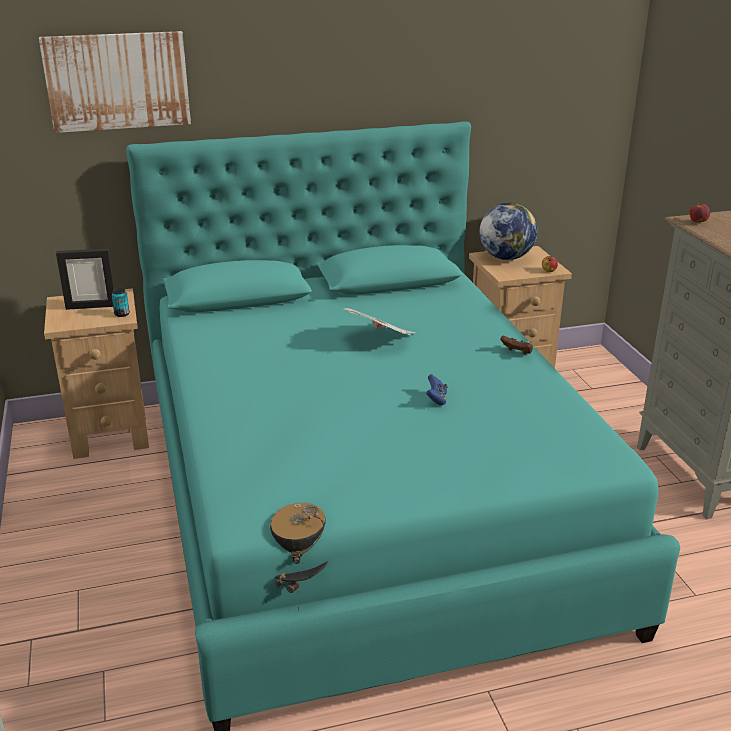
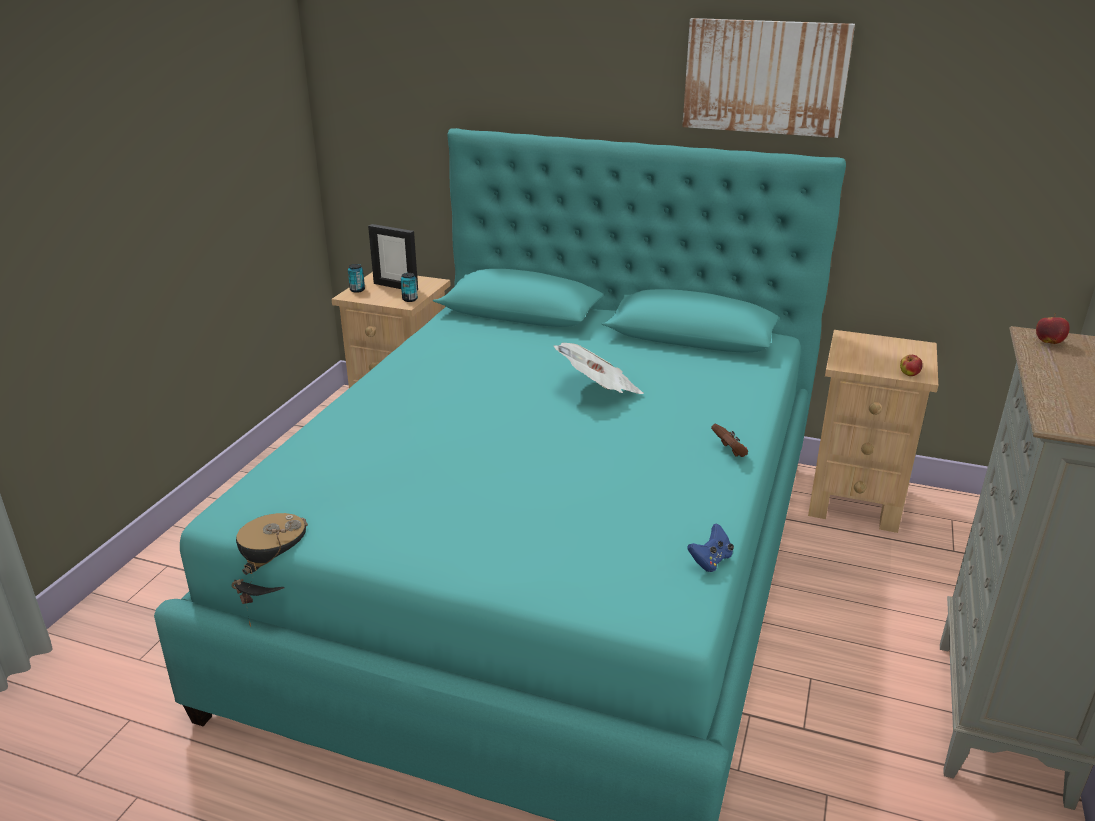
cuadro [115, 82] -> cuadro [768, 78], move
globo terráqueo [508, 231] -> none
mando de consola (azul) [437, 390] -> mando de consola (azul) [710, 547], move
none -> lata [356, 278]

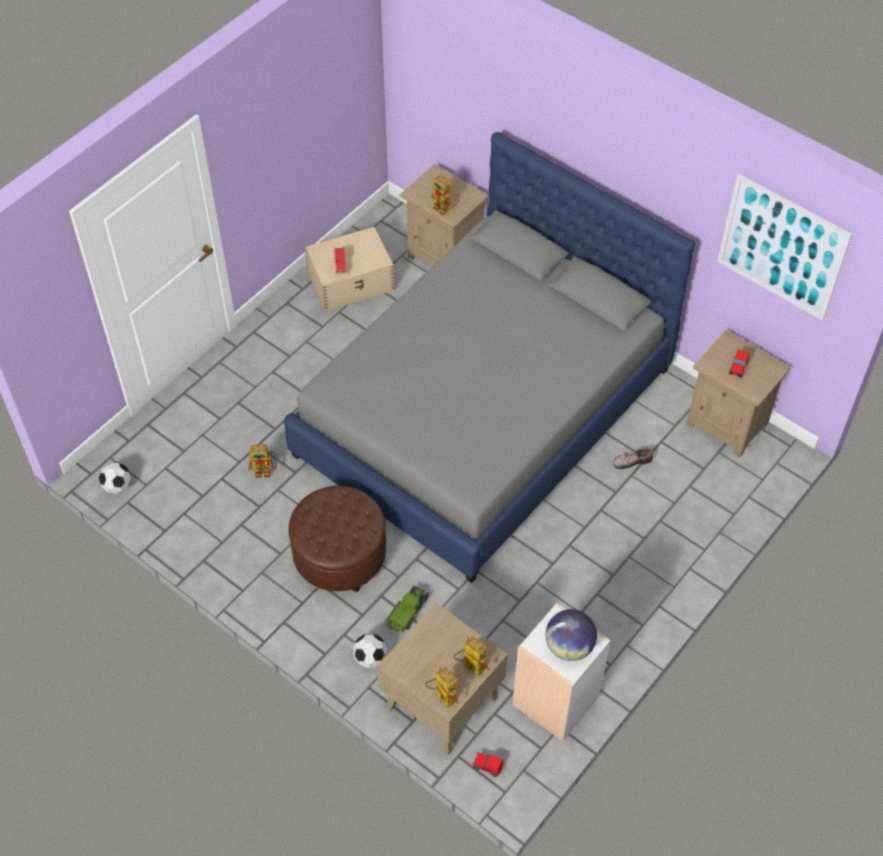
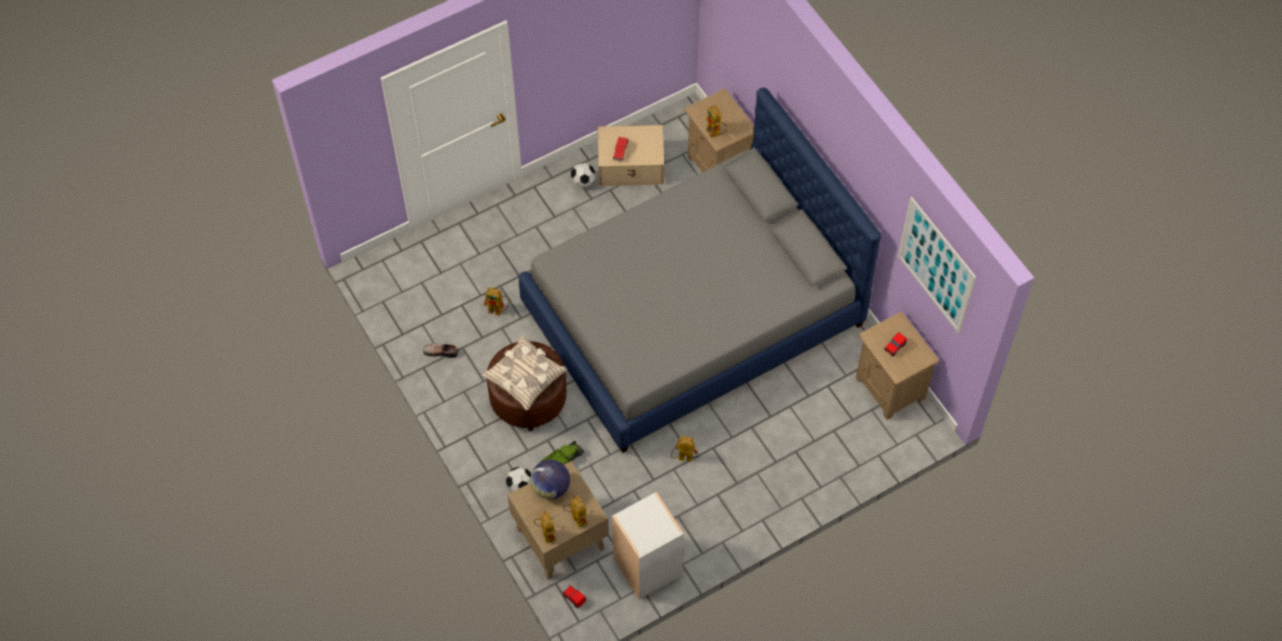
zapato [633, 458] -> zapato [440, 351], move
balón de fútbol [115, 478] -> balón de fútbol [583, 175], move
globo terráqueo [571, 635] -> globo terráqueo [550, 479], move
none -> cojín (beis) [524, 373]
none -> robot de juguete [684, 449]

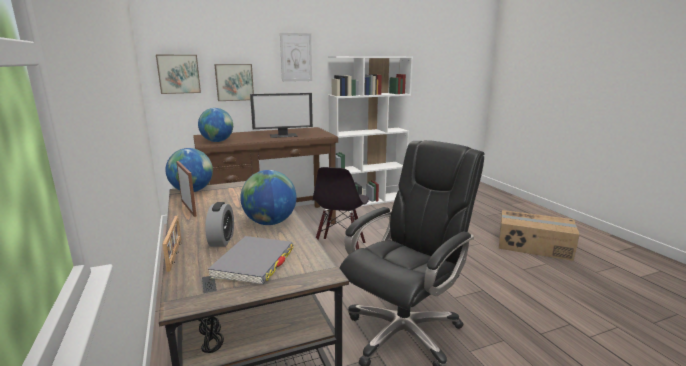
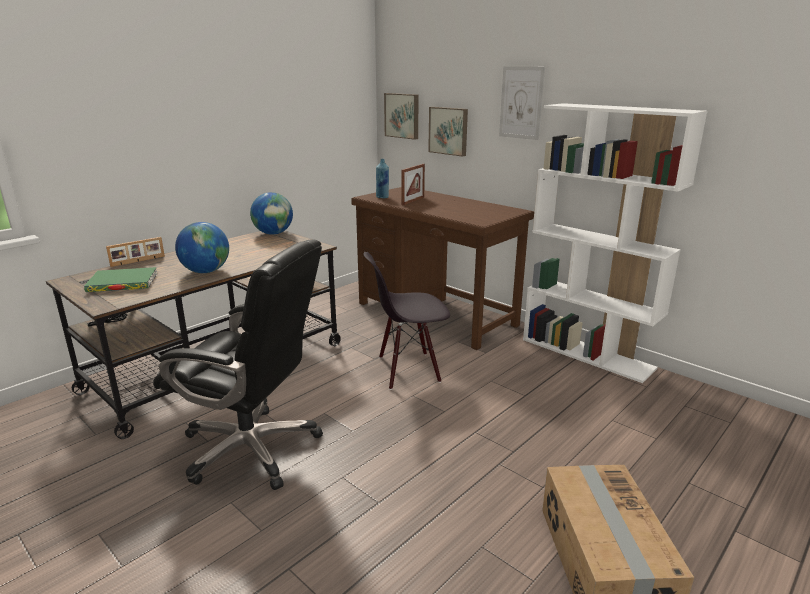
monitor [281, 115] -> none
globo terráqueo [215, 125] -> botella (azul) [382, 178]
portarretratos [186, 189] -> portarretratos [413, 184], move
despertador [219, 224] -> none
libro (gris) [251, 260] -> libro (verde) [120, 279]

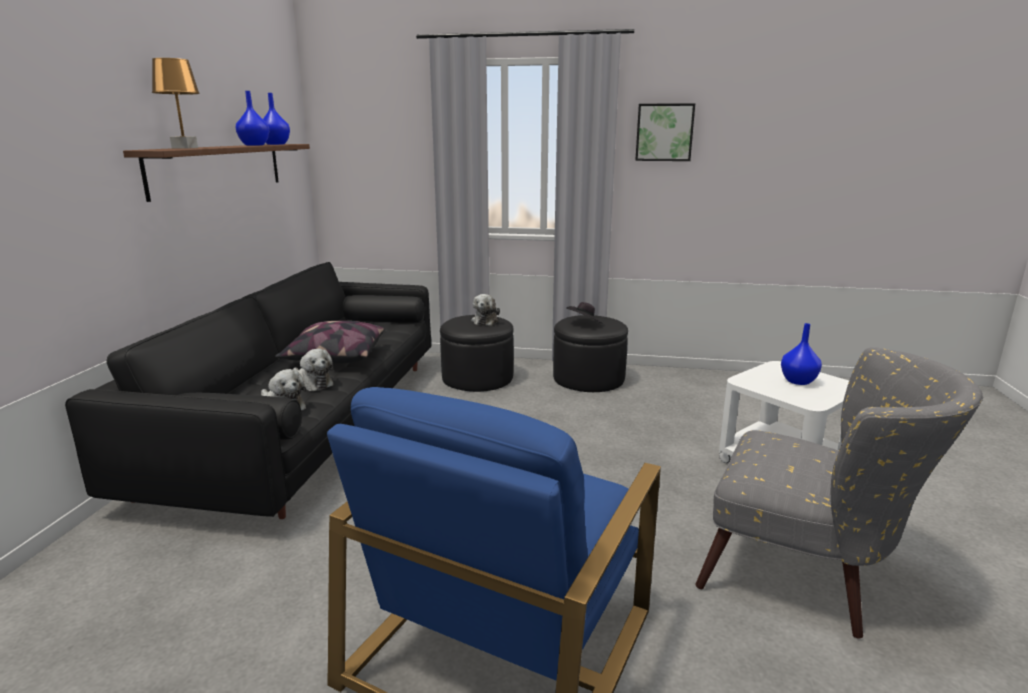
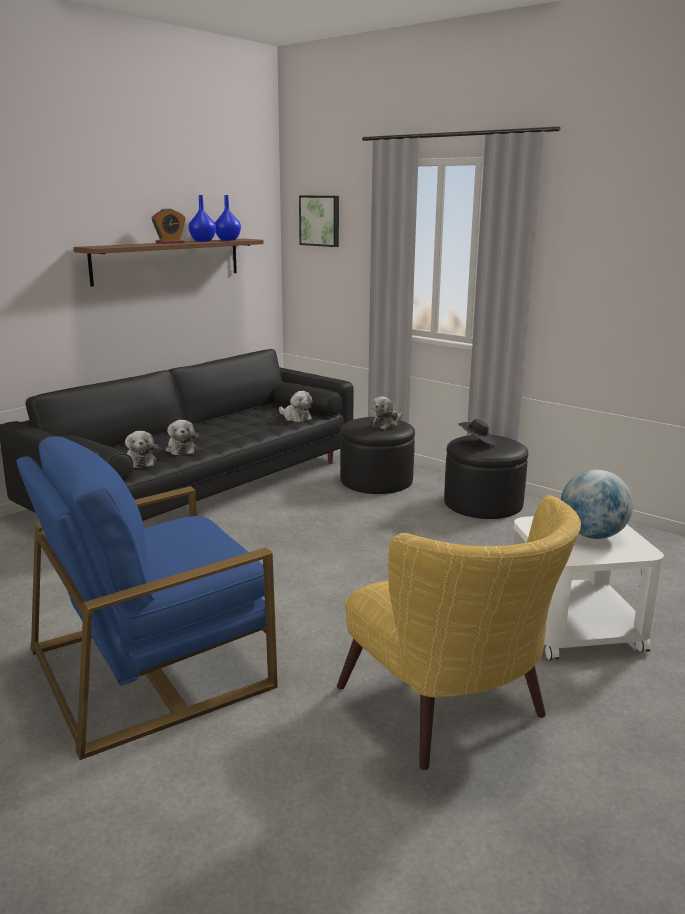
lámpara de mesa (marrón) [176, 103] -> none
cuadro [665, 132] -> cuadro [319, 221], move
cojín [330, 342] -> none
florero (azul) [801, 354] -> globo terráqueo [597, 504]
sillón (gris) [839, 492] -> sillón (amarillo) [459, 632]
none -> despertador [169, 226]
none -> peluche [295, 406]

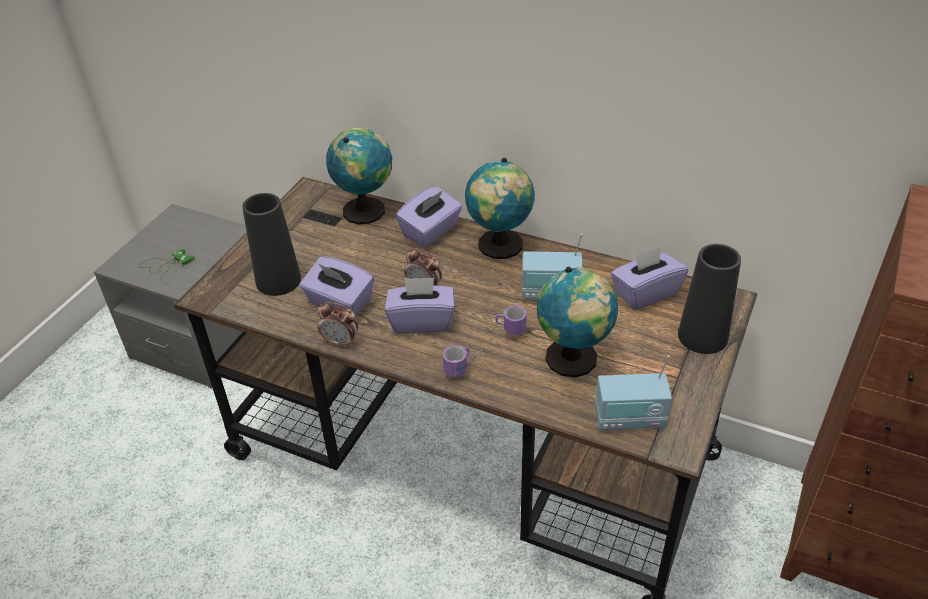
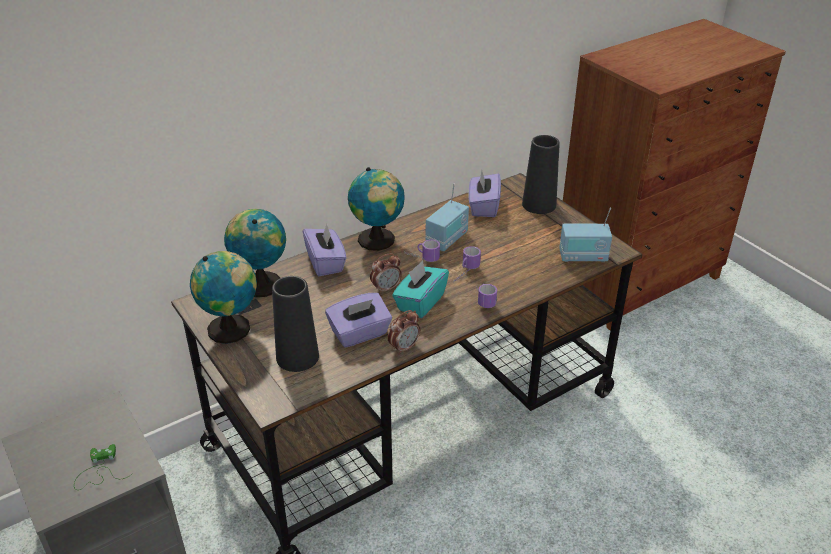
globo terráqueo [577, 322] -> globo terráqueo [223, 297], move
caja de pañuelos (morado) [420, 305] -> caja de pañuelos (turquesa) [420, 289]
radio [633, 392] -> radio [585, 234], 60 degrees clockwise
none -> taza grande [422, 250]

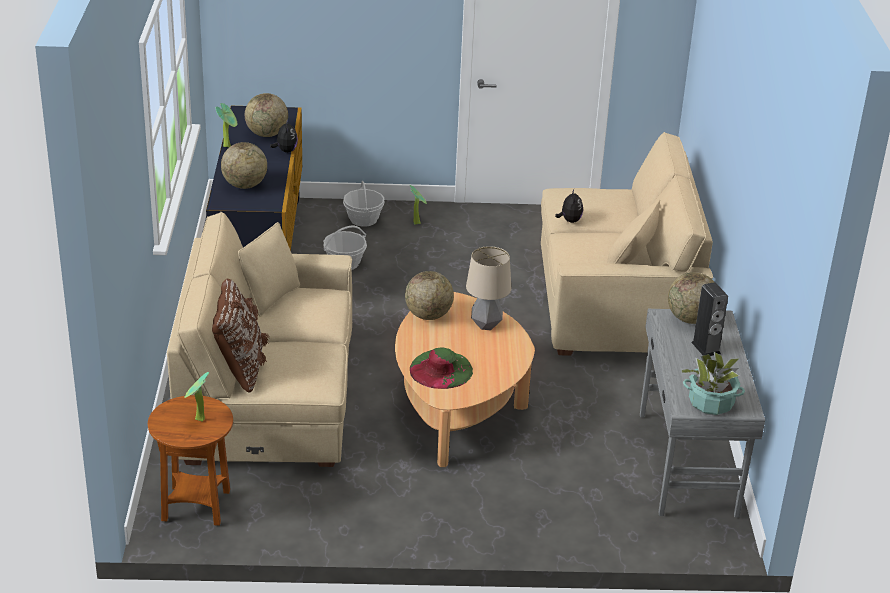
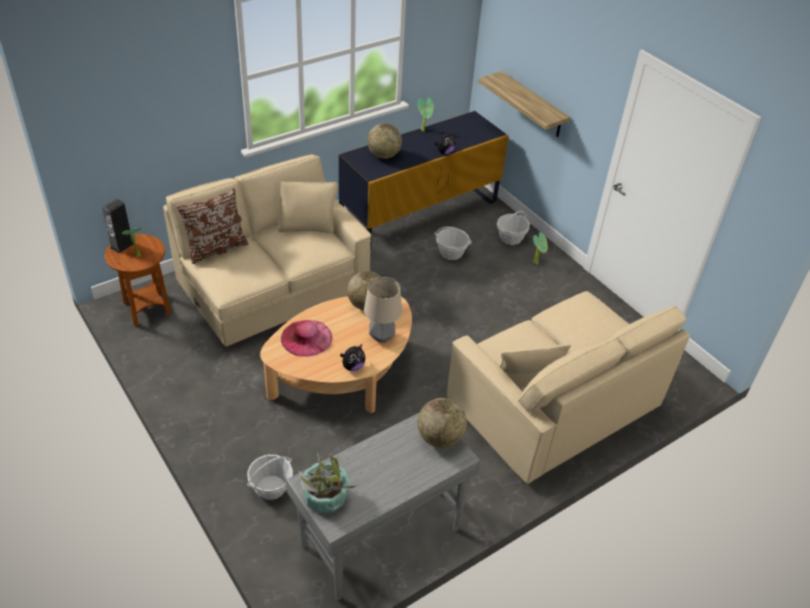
globo terráqueo [266, 115] -> none
peluche [569, 206] -> peluche [352, 357], move
altavoz [709, 319] -> altavoz [117, 226], move
sombrero (verde) [441, 368] -> sombrero (rosa) [306, 338]
none -> estante [524, 104]
none -> cesta [270, 477]

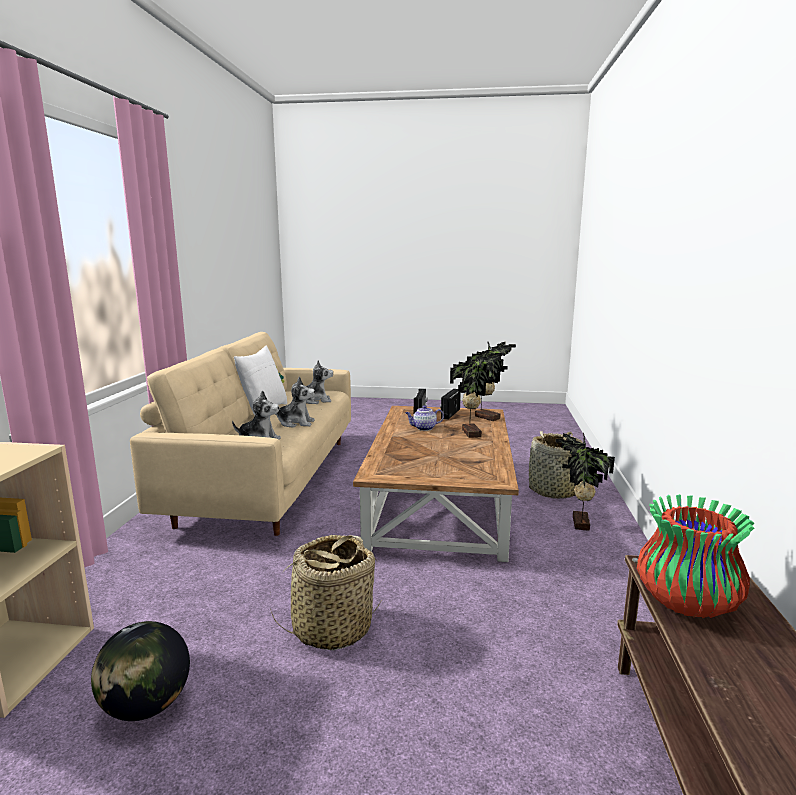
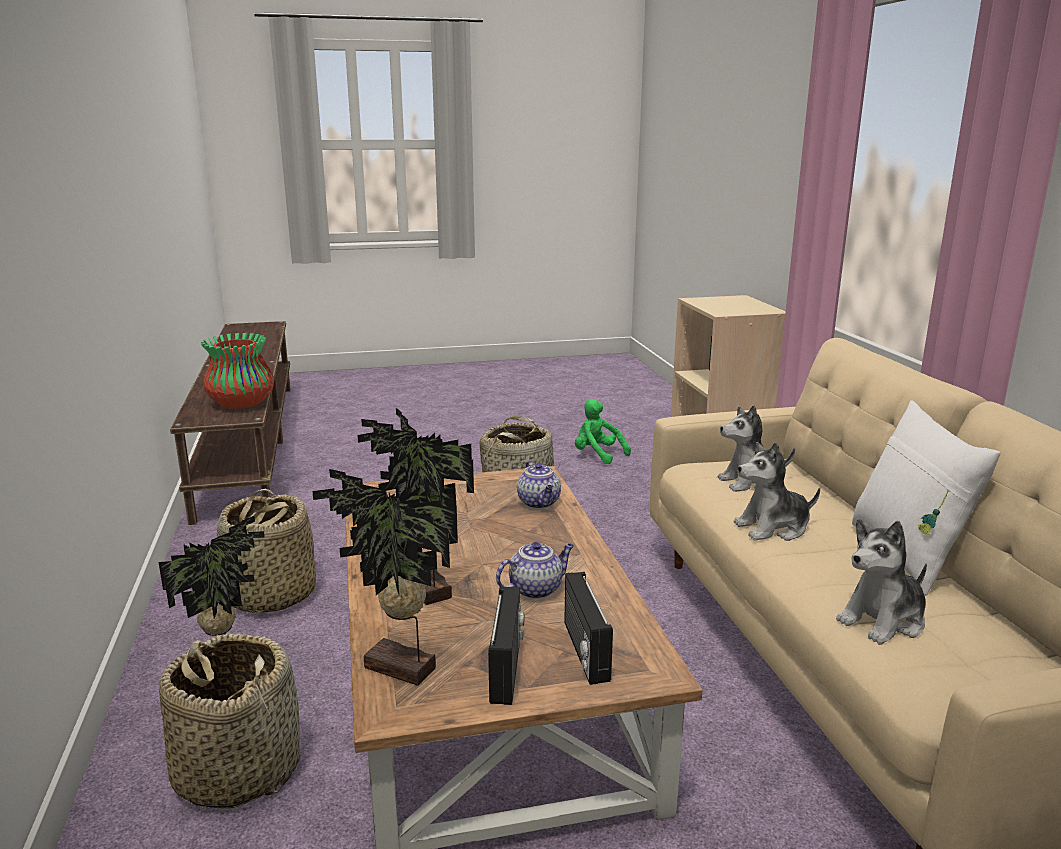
globo terráqueo [140, 671] -> peluche (verde) [603, 431]
none -> tetera [539, 485]
none -> cesta [266, 551]

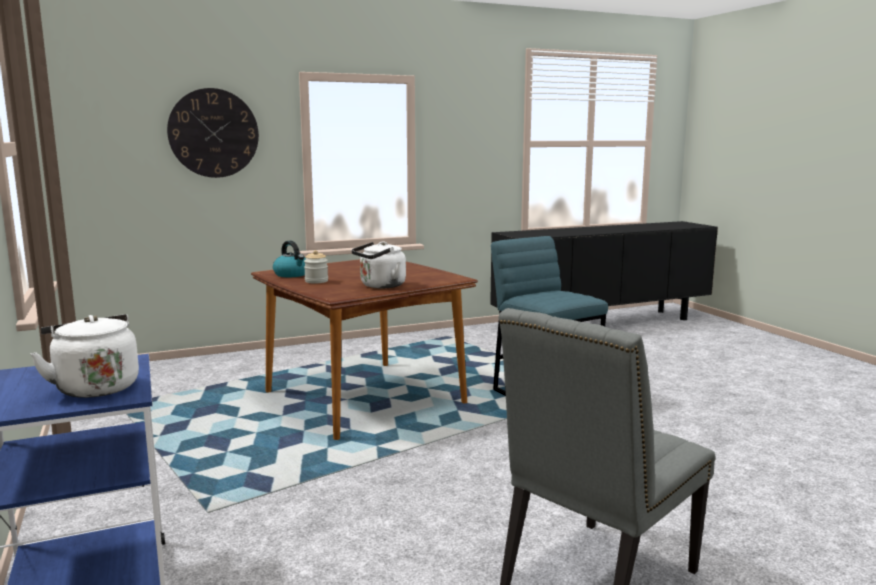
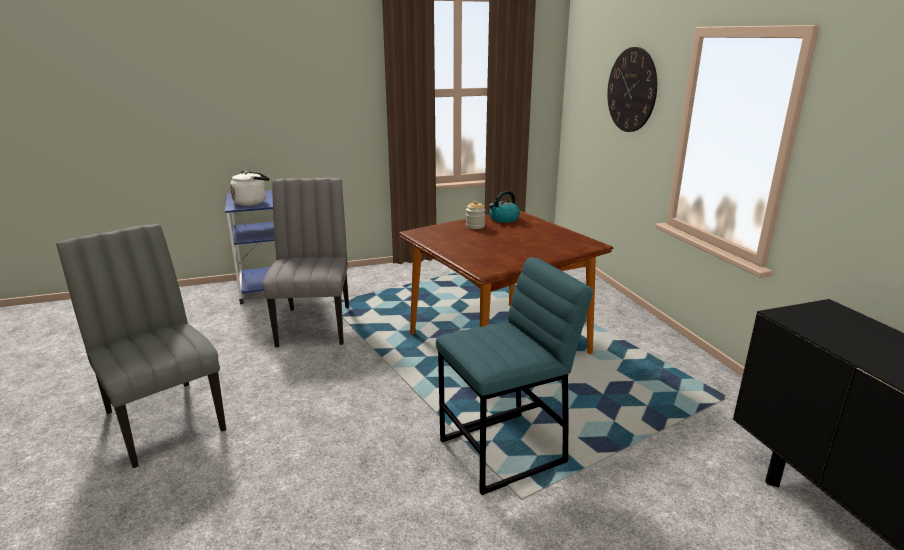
hervidor (blanco) [378, 265] -> none
none -> silla (gris) [306, 262]

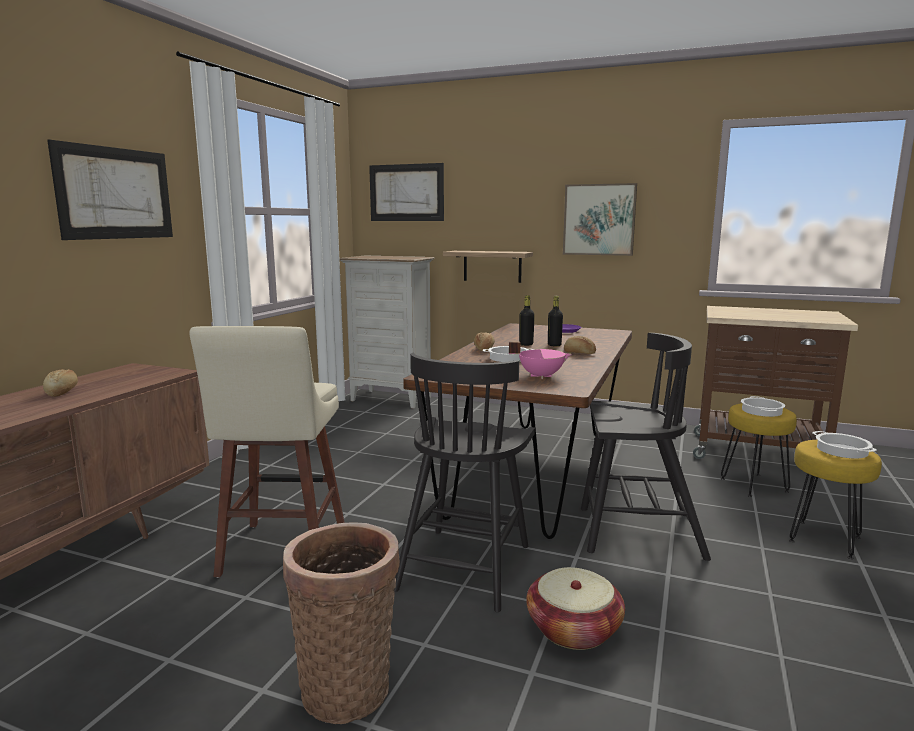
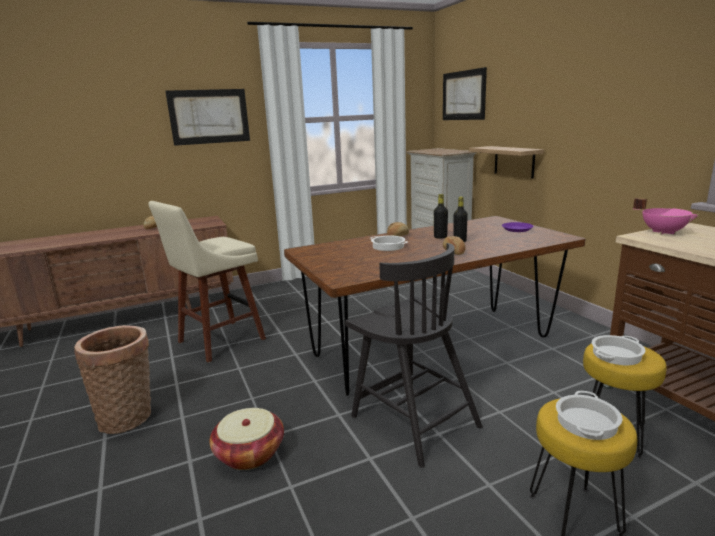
cuadro [600, 219] -> none
olla (rosa) [540, 360] -> olla (rosa) [666, 216], move
silla (negro) [464, 482] -> none

